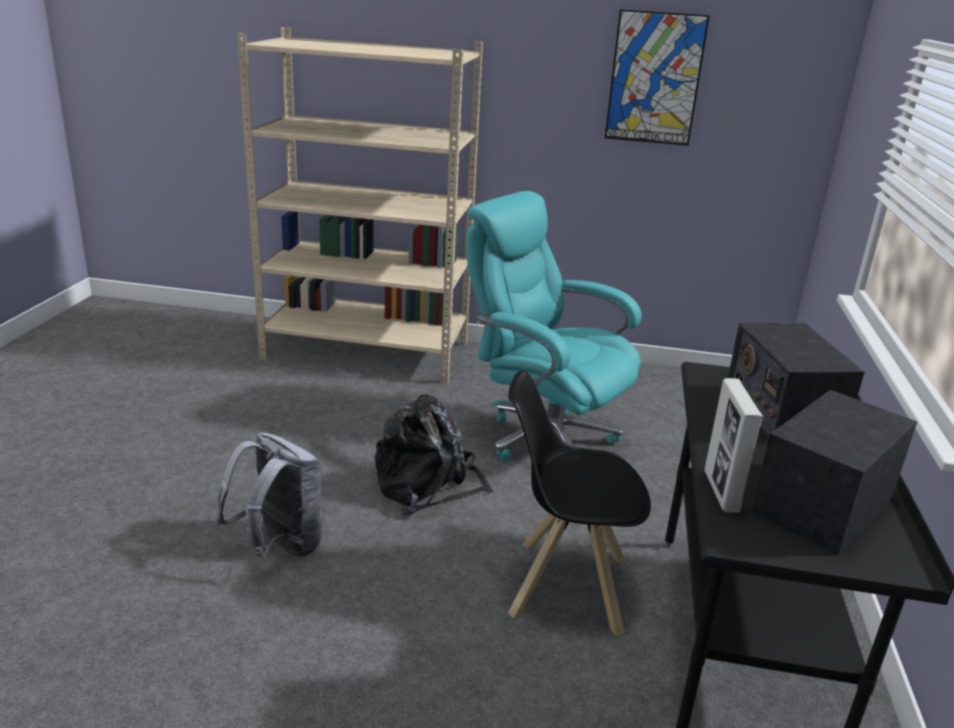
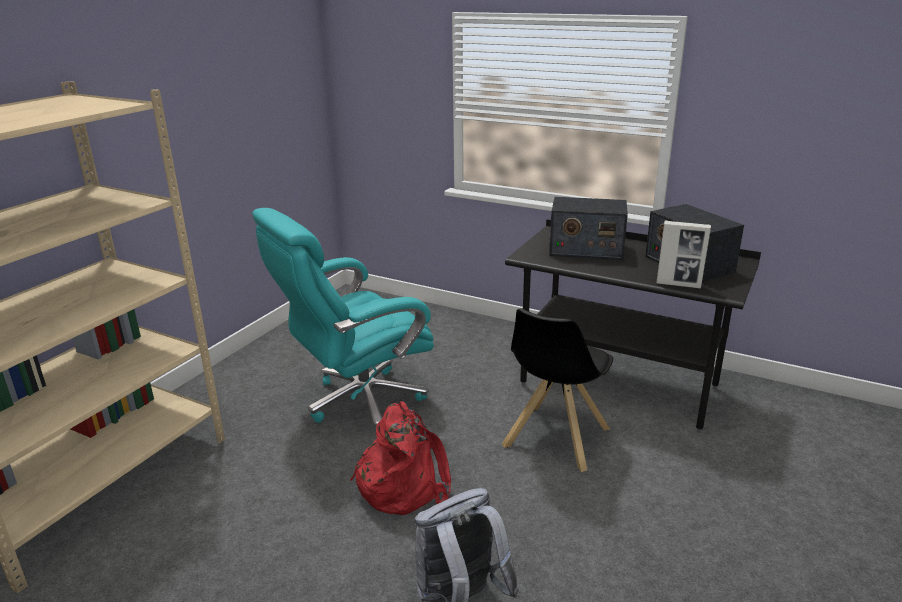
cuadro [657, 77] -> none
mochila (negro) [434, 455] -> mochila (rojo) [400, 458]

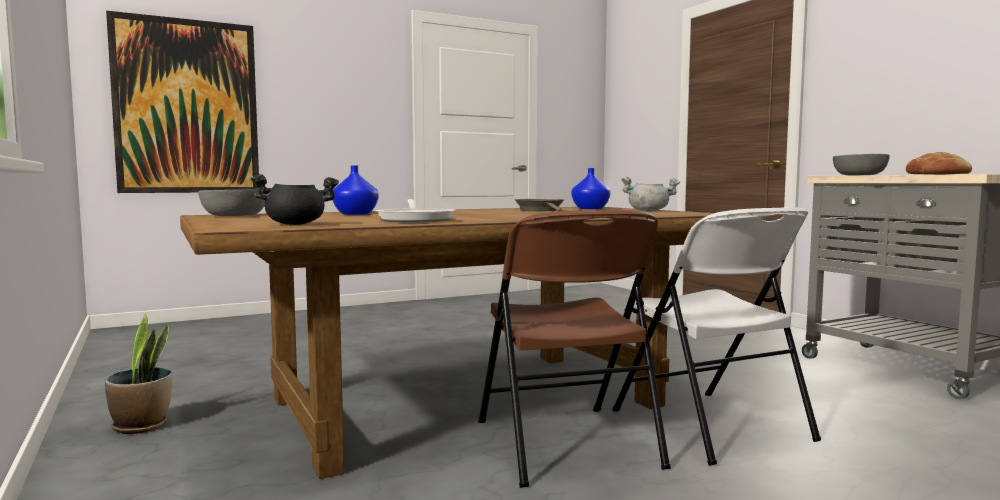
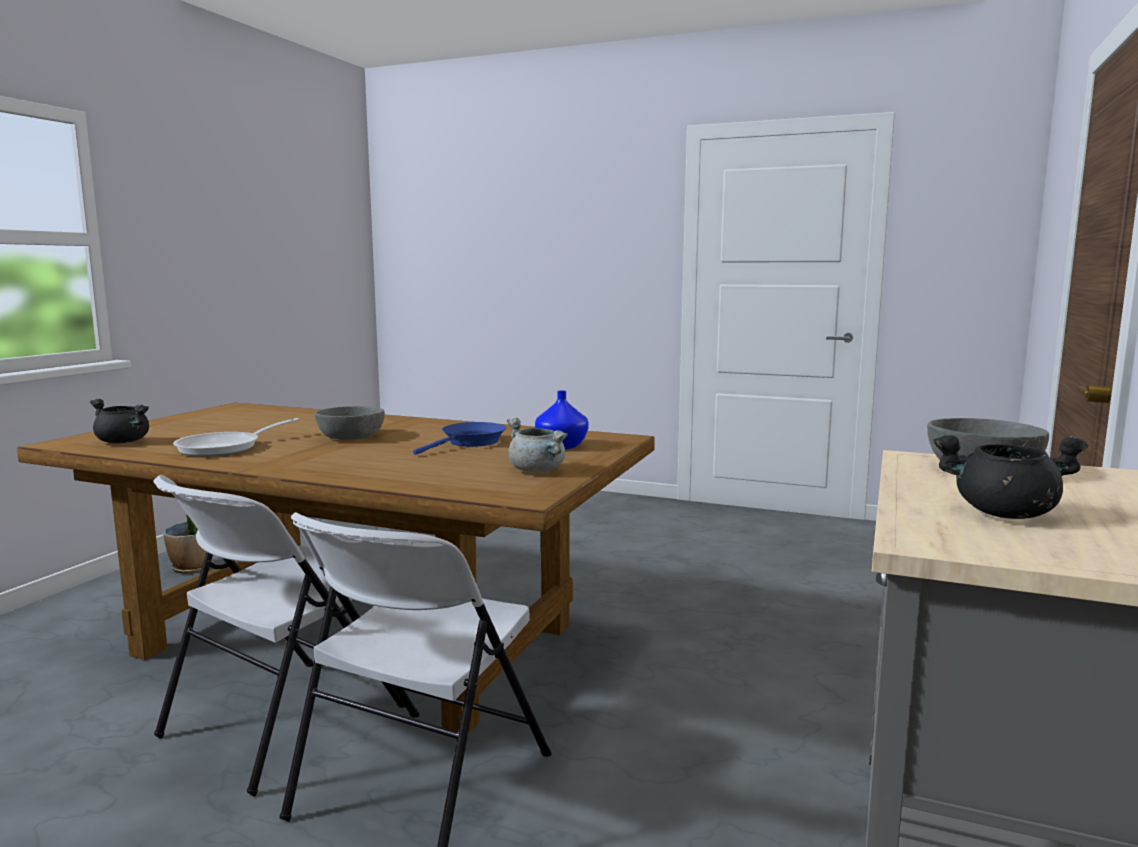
cuadro [182, 102] -> none
pan [939, 163] -> olla (negro) [1010, 477]
florero (azul) [356, 190] -> none
cuenco (gris) [231, 203] -> cuenco (gris) [350, 423], move
sartén (marrón) [539, 205] -> sartén (azul) [459, 438]
silla (marrón) [574, 349] -> silla (blanco) [279, 636]

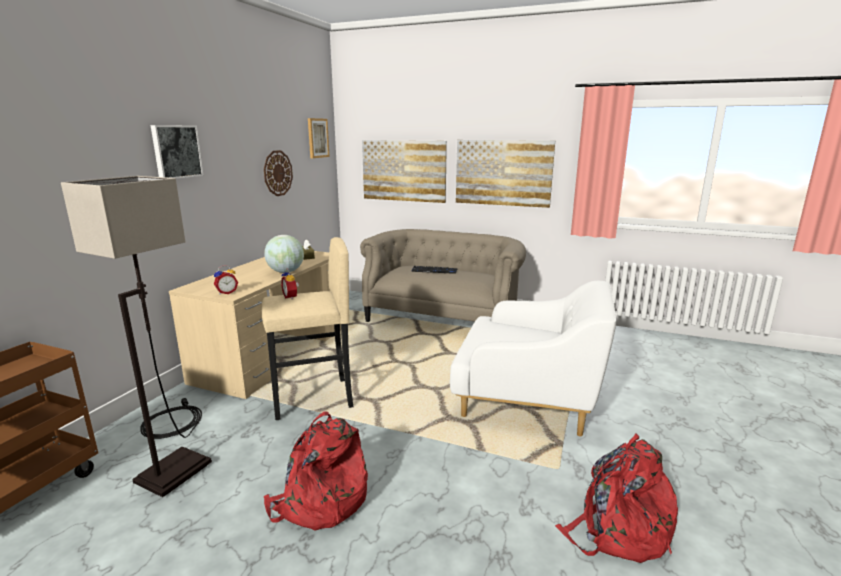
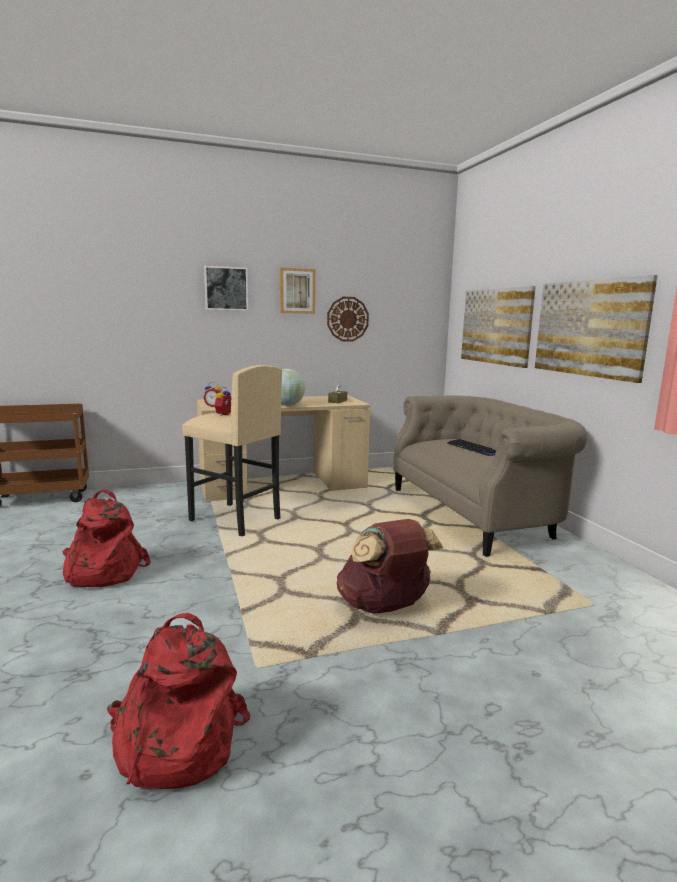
cuadro [319, 138] -> cuadro [297, 291], move
lámpara de pie [136, 336] -> none
sillón (blanco) [533, 359] -> mochila (marrón) [390, 566]

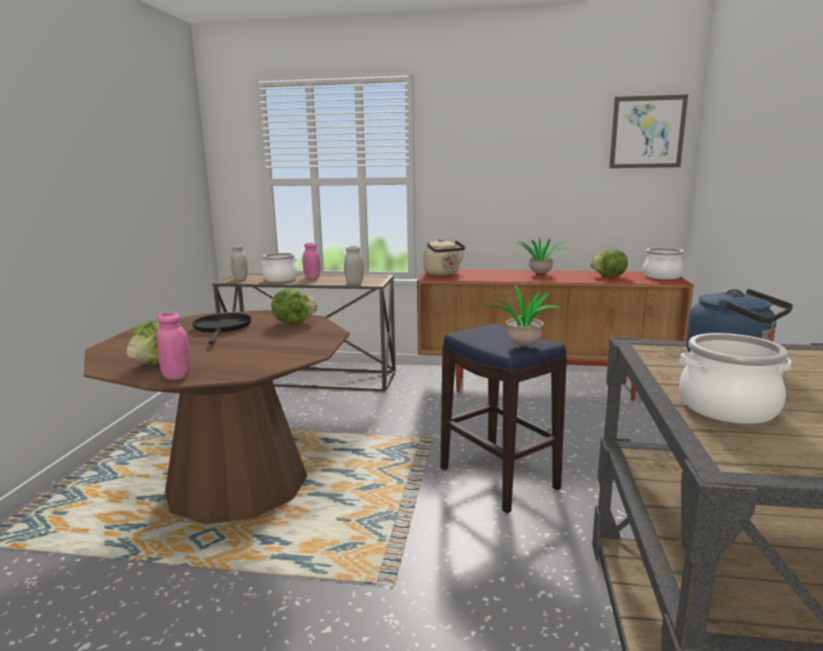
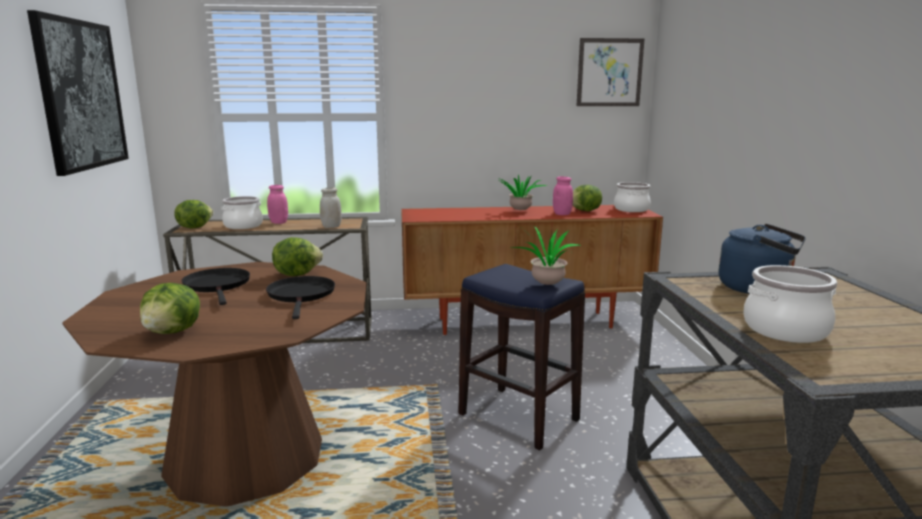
hervidor (beis) [444, 257] -> none
tarro (blanco) [239, 262] -> lechuga [193, 214]
tarro (rosa) [173, 346] -> tarro (rosa) [563, 195], move
none -> cuadro [78, 93]
none -> sartén (negro) [300, 297]

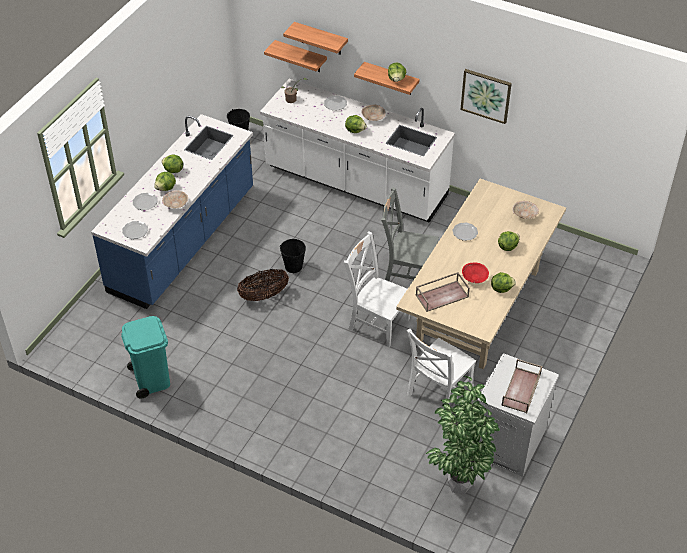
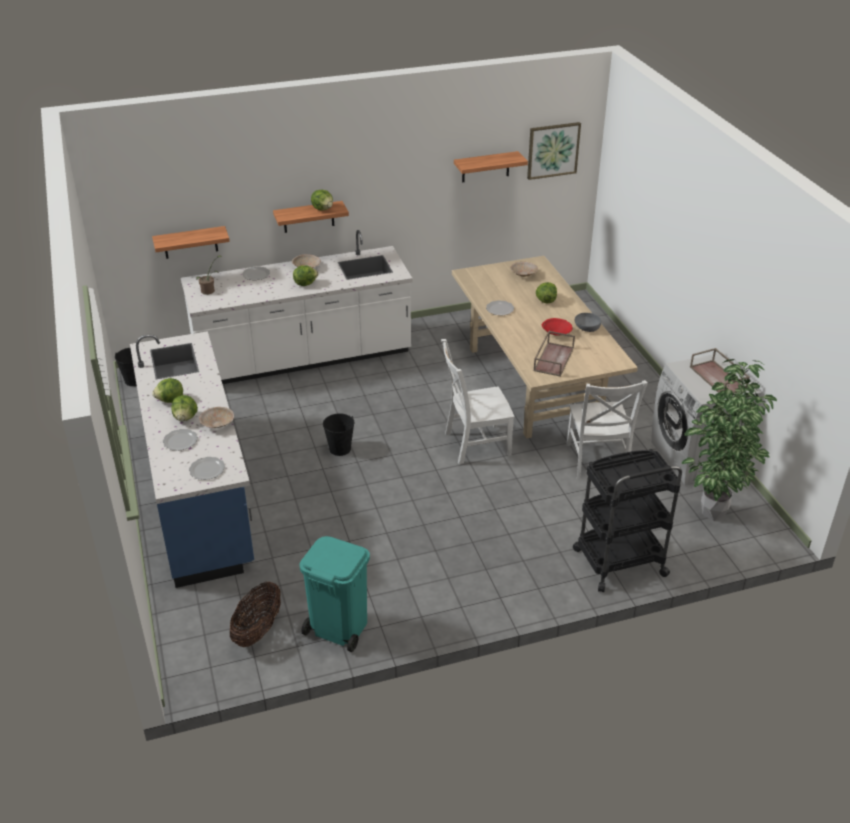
estante [315, 38] -> estante [491, 166], move
cuadro [486, 96] -> cuadro [554, 151], move
silla (gris) [410, 234] -> none
cesta [263, 285] -> cesta [255, 614], move
lechuga [503, 282] -> cuenco (gris) [588, 322]
none -> carrito (negro) [627, 520]

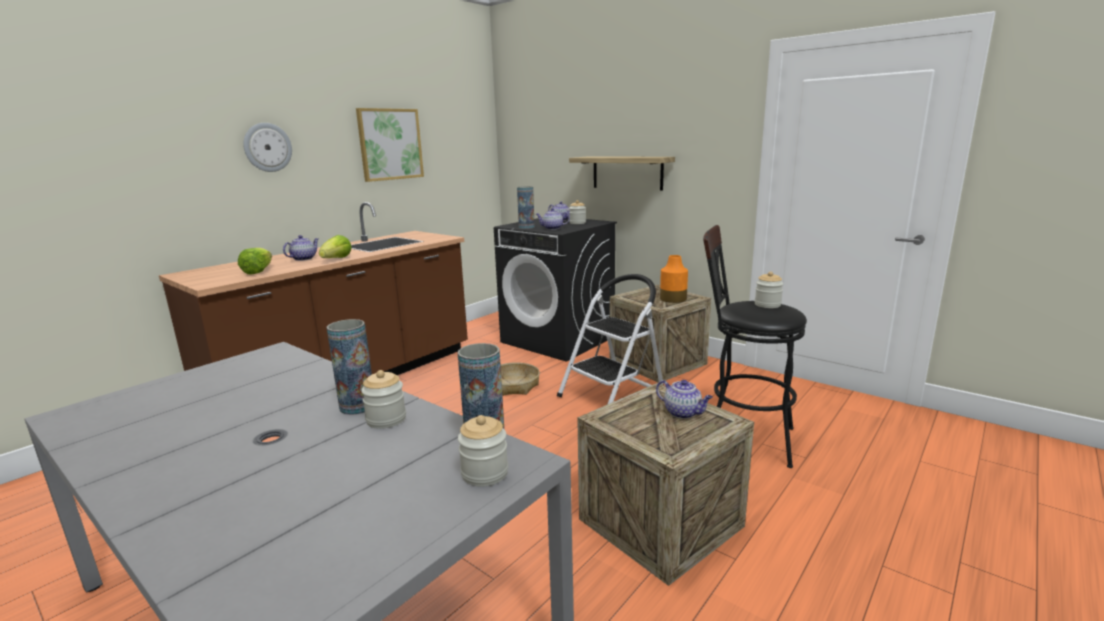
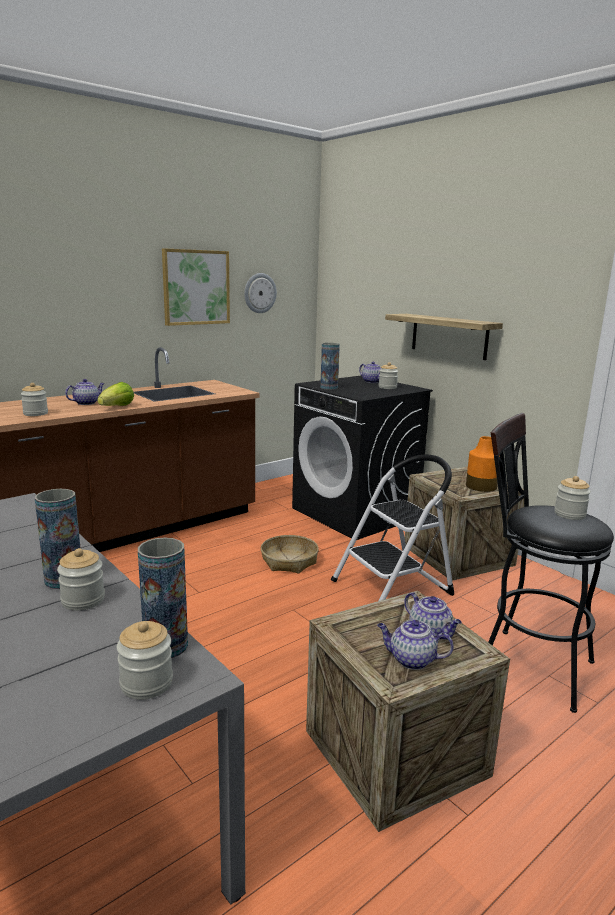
reloj de pared [267, 147] -> reloj de pared [260, 293], move
tetera [553, 219] -> tetera [415, 645], move
lechuga [255, 261] -> tarro [34, 399]

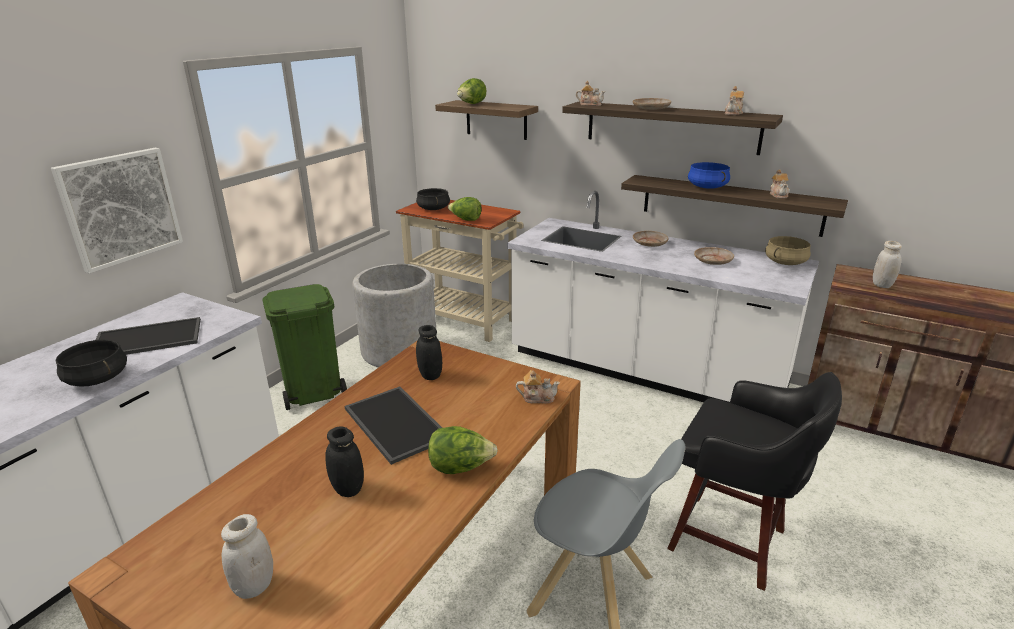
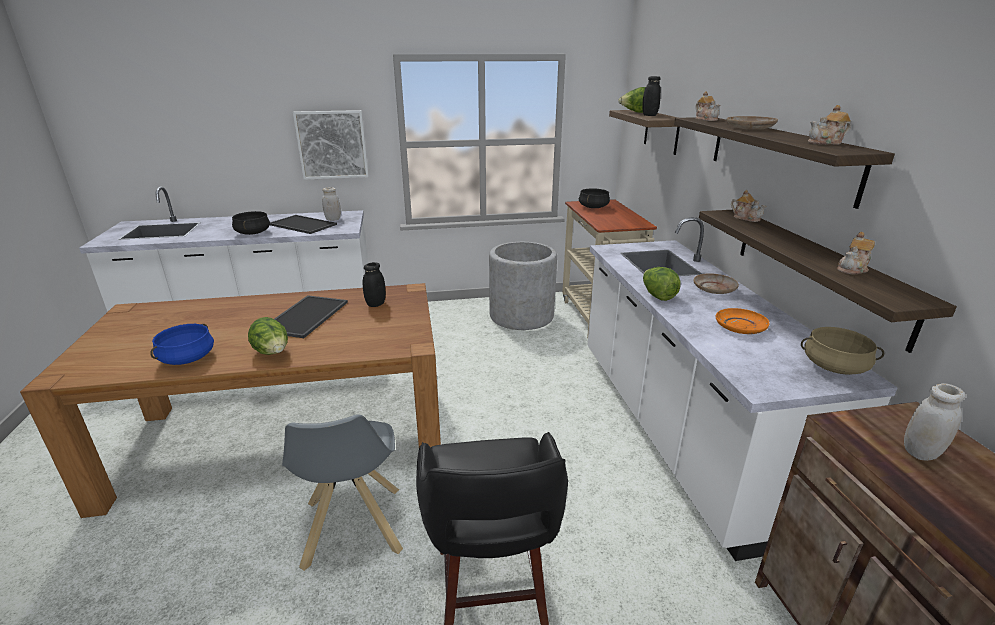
olla (azul) [709, 175] -> olla (azul) [182, 344], move
lechuga [465, 209] -> lechuga [662, 284], move
plato (beis) [714, 256] -> plato (naranja) [742, 321]
papelera (verde) [304, 347] -> none
tetera [538, 386] -> tetera [749, 206], move
tarro (negro) [344, 462] -> tarro (negro) [651, 96], move
tarro (blanco) [247, 556] -> tarro (blanco) [331, 204], move

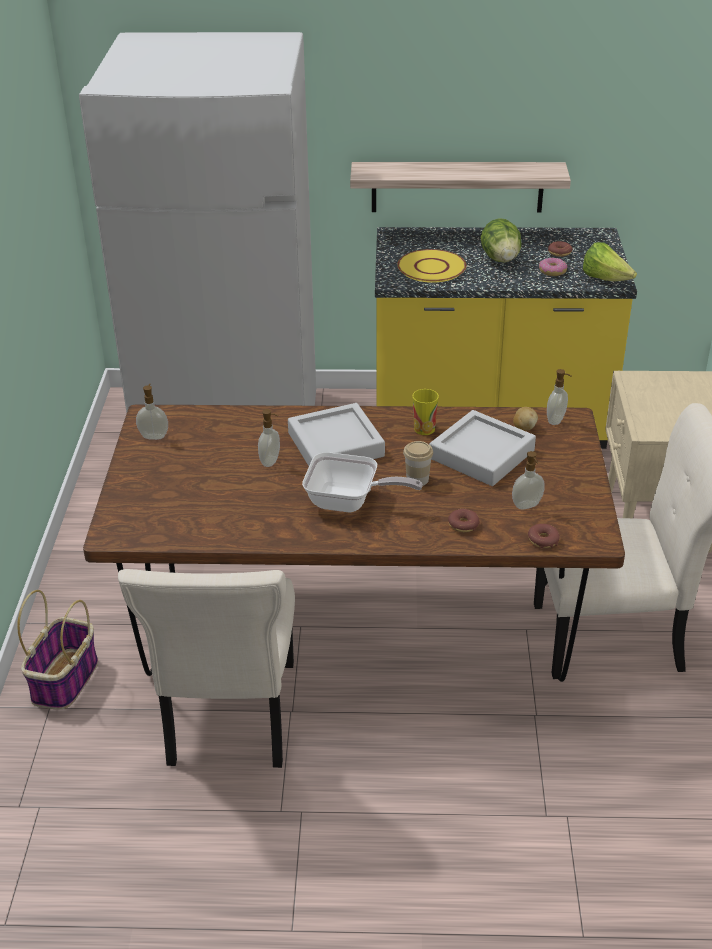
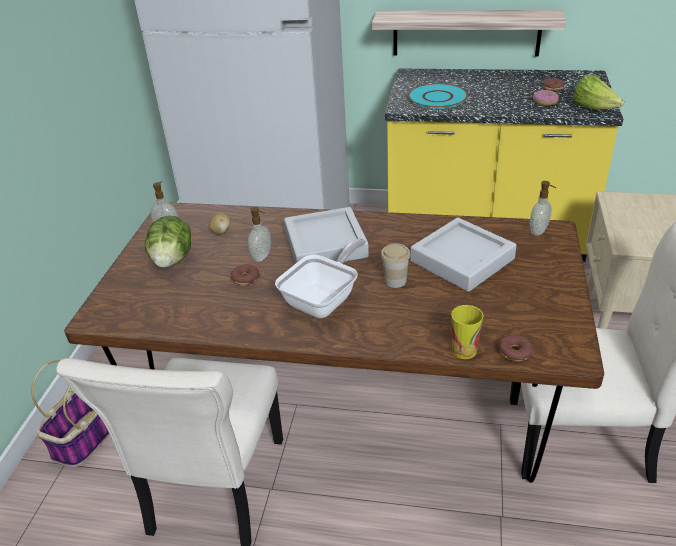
lechuga [501, 240] -> lechuga [168, 241], move
plato (amarillo) [431, 266] -> plato (turquesa) [438, 96]
taza [425, 412] -> taza [467, 332], move
patata [525, 419] -> patata [220, 224], move
dispensador de jabón [528, 480] -> none
sartén [362, 482] -> sartén [320, 278], 75 degrees counterclockwise
rosquilla [464, 520] -> rosquilla [245, 274], move

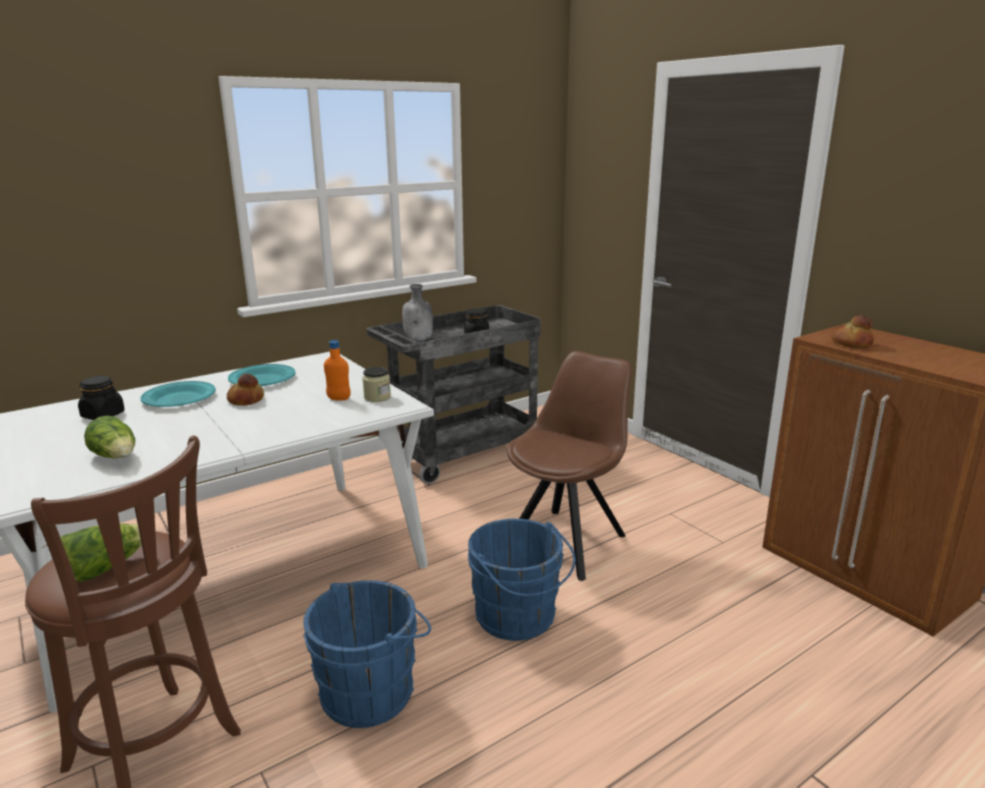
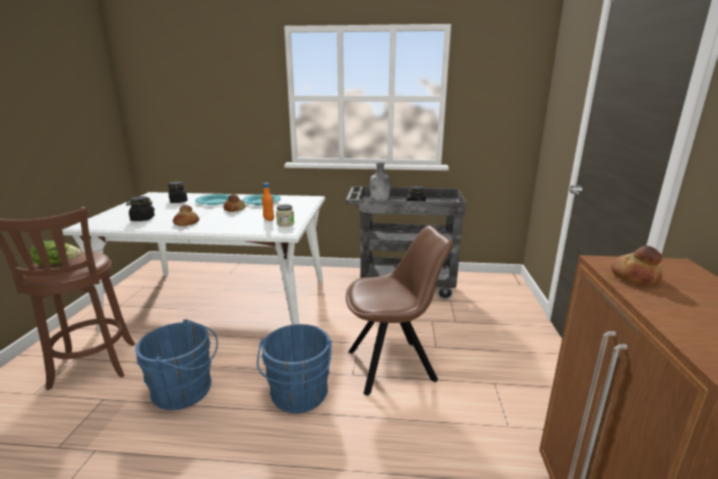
lechuga [109, 436] -> tarro (negro) [140, 208]
none -> pan [186, 215]

